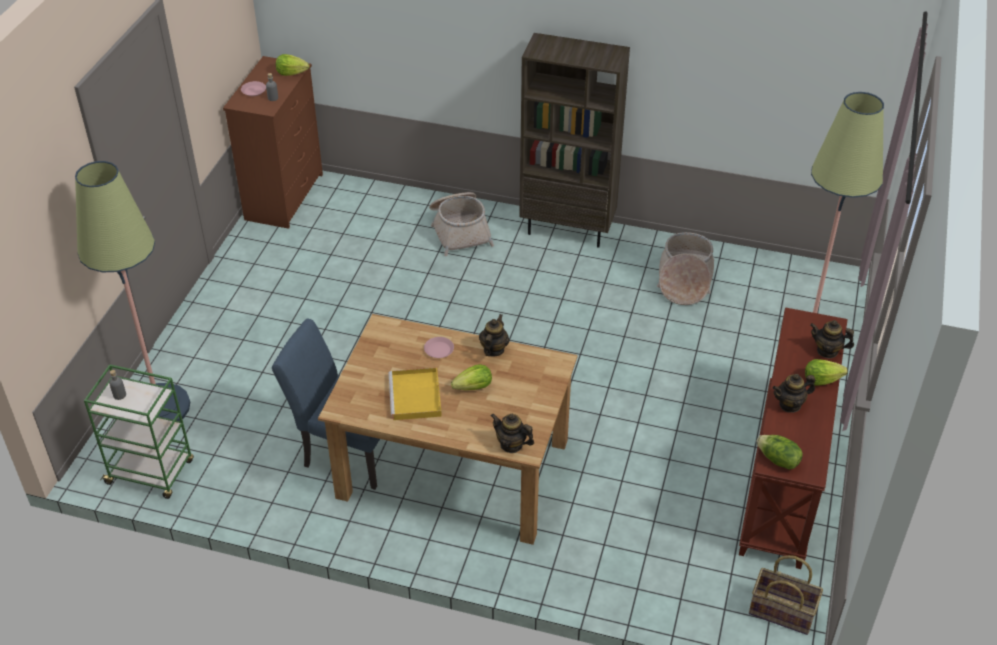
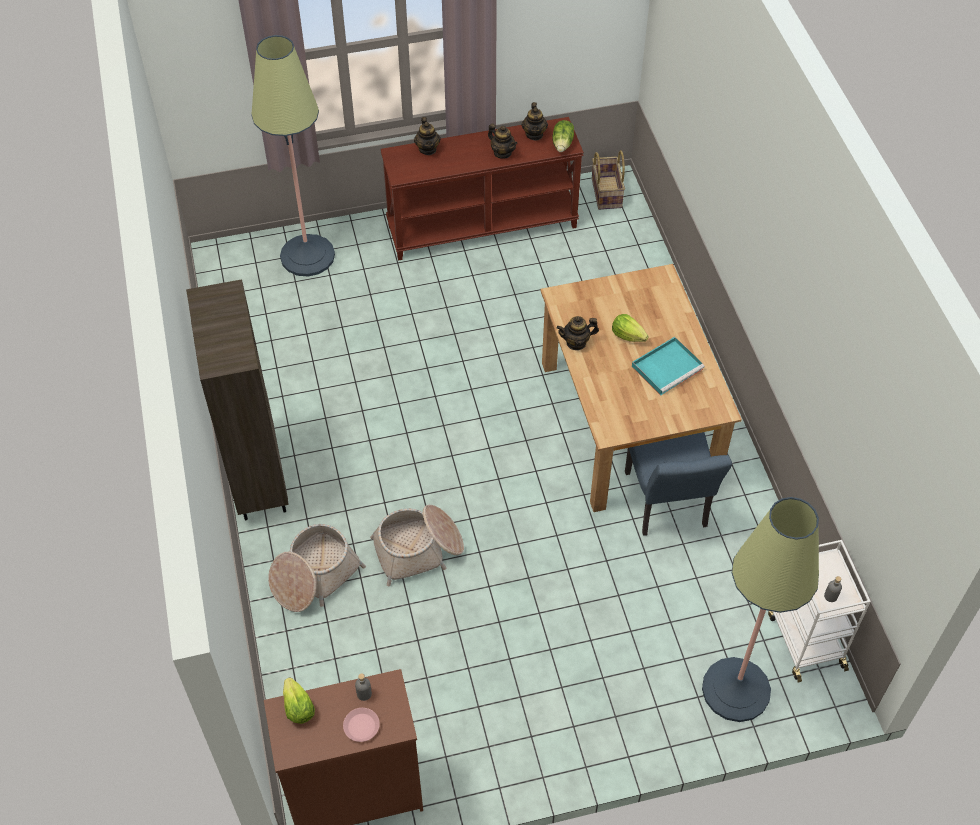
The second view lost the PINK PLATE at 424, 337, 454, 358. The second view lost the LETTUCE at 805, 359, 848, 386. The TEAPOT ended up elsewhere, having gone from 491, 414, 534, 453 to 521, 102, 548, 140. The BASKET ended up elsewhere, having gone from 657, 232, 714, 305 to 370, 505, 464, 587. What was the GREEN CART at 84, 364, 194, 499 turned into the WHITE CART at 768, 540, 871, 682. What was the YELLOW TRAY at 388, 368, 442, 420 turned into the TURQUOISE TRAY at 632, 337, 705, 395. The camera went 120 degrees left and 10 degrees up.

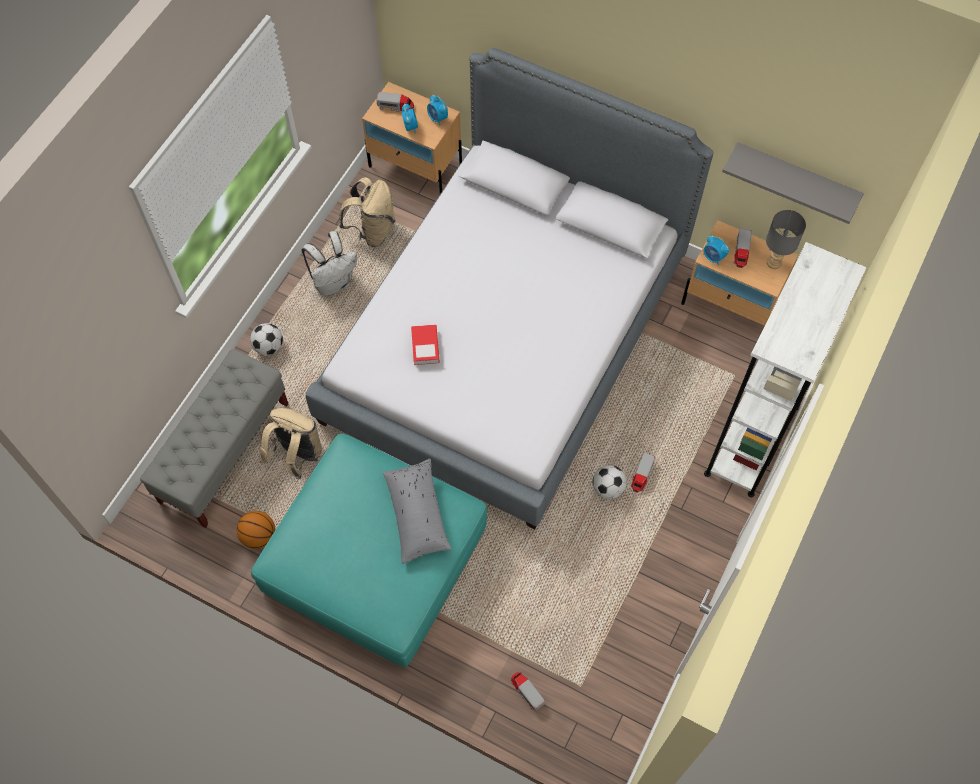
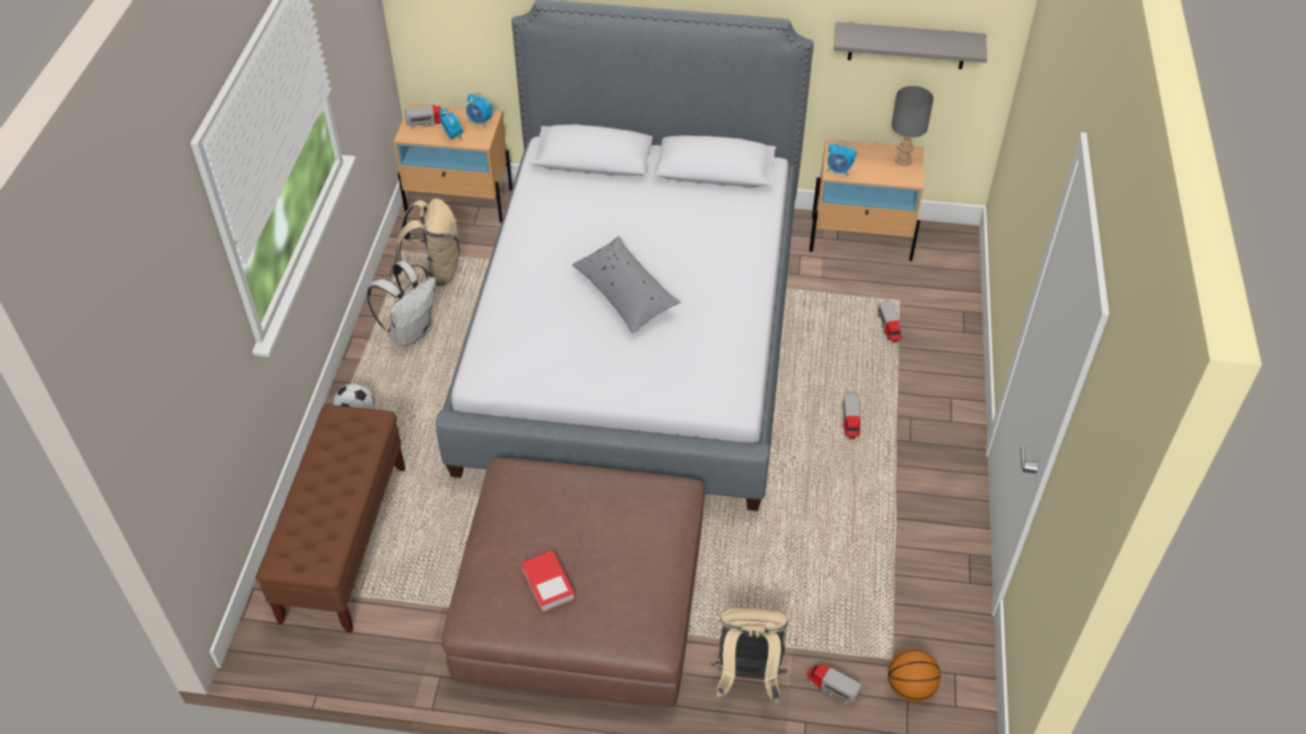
The second view lost the FOOTBALL at 592, 465, 627, 499. The second view lost the WHITE BOOKCASE at 704, 242, 867, 497. The BASKETBALL ended up elsewhere, having gone from 237, 511, 275, 549 to 888, 649, 941, 702. The BEIGE BACKPACK ended up elsewhere, having gone from 260, 408, 322, 480 to 711, 608, 788, 704. The GREY PILLOW ended up elsewhere, having gone from 383, 458, 452, 564 to 572, 236, 681, 333. The BOOK ended up elsewhere, having gone from 411, 325, 440, 365 to 521, 551, 575, 612. The TOY TRUCK ended up elsewhere, having gone from 734, 228, 752, 268 to 877, 301, 902, 343. What was the GREY BENCH at 140, 349, 288, 528 turned into the BROWN BENCH at 256, 405, 405, 633. What was the TURQUOISE OTTOMAN at 251, 434, 487, 667 turned into the BROWN OTTOMAN at 442, 458, 704, 707. The camera went 20 degrees left and 15 degrees down.

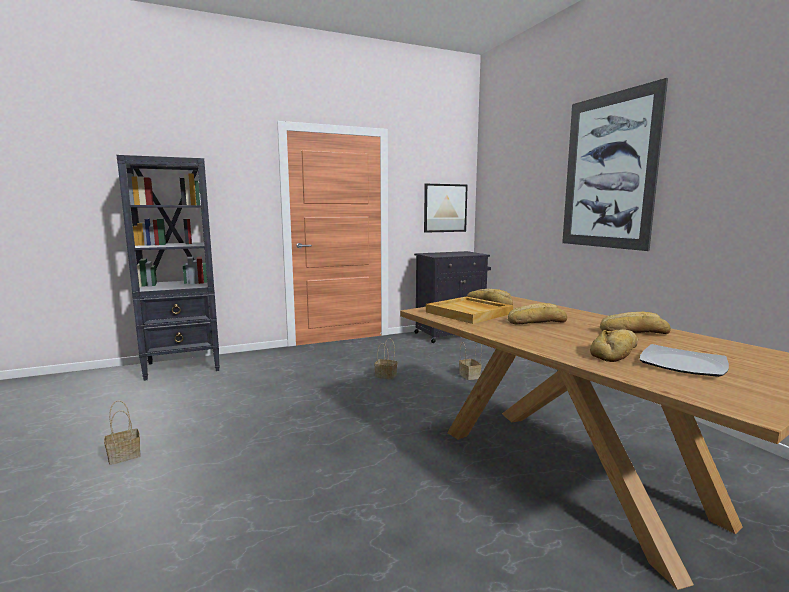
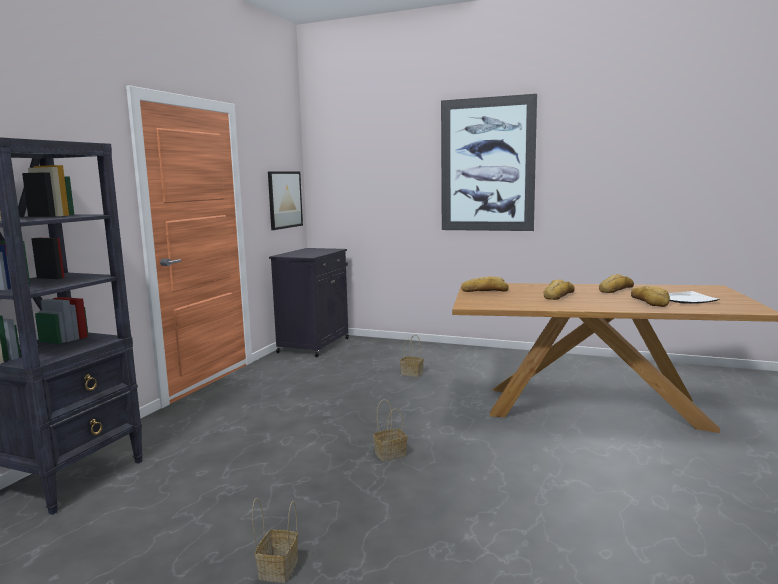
The second view lost the BEIGE TRAY at 426, 297, 513, 324. The BASKET ended up elsewhere, having gone from 374, 338, 398, 380 to 373, 399, 407, 461. The camera went 45 degrees left and 0 degrees up.

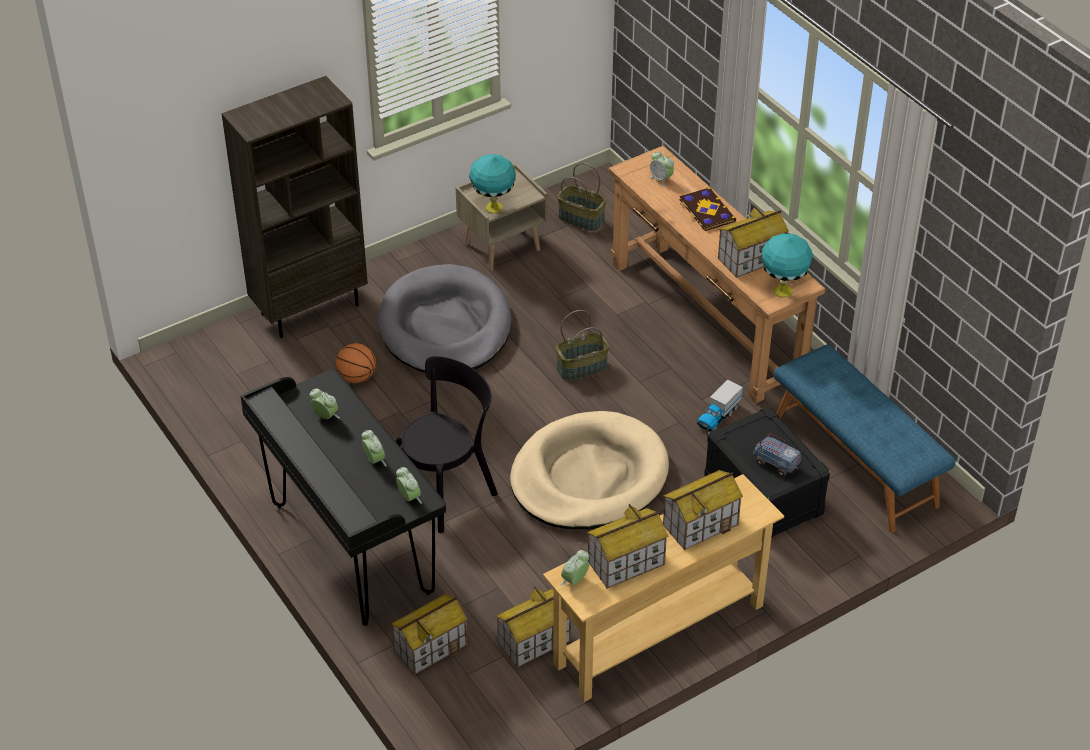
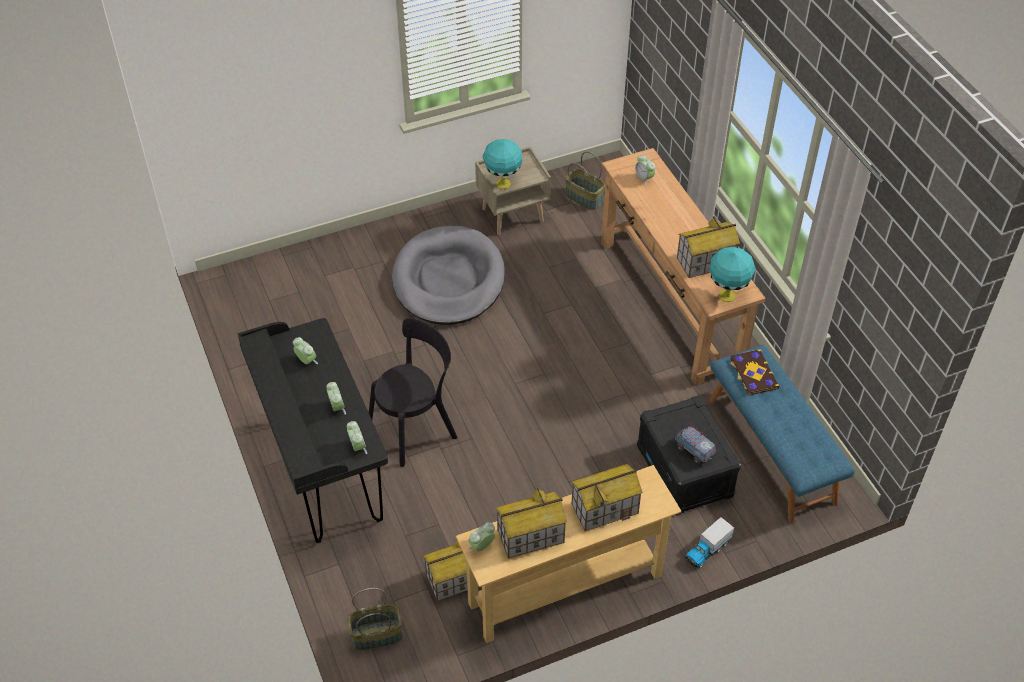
The second view lost the BROWN BOOKCASE at 221, 76, 368, 338. The second view lost the BASKETBALL at 336, 343, 376, 383. The second view lost the TOY HOUSE at 391, 594, 468, 675. The second view lost the BEIGE DOG BED at 510, 411, 669, 530. The BASKET ended up elsewhere, having gone from 556, 310, 609, 381 to 347, 588, 403, 650. The BOOK ended up elsewhere, having gone from 680, 187, 736, 231 to 730, 349, 780, 395. The TOY TRUCK ended up elsewhere, having gone from 697, 380, 743, 431 to 685, 517, 734, 568. The camera went 10 degrees right and 5 degrees up.

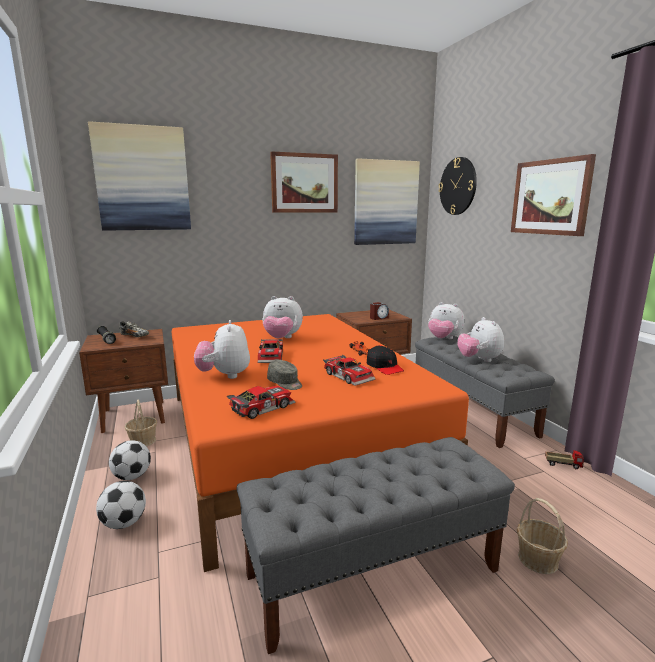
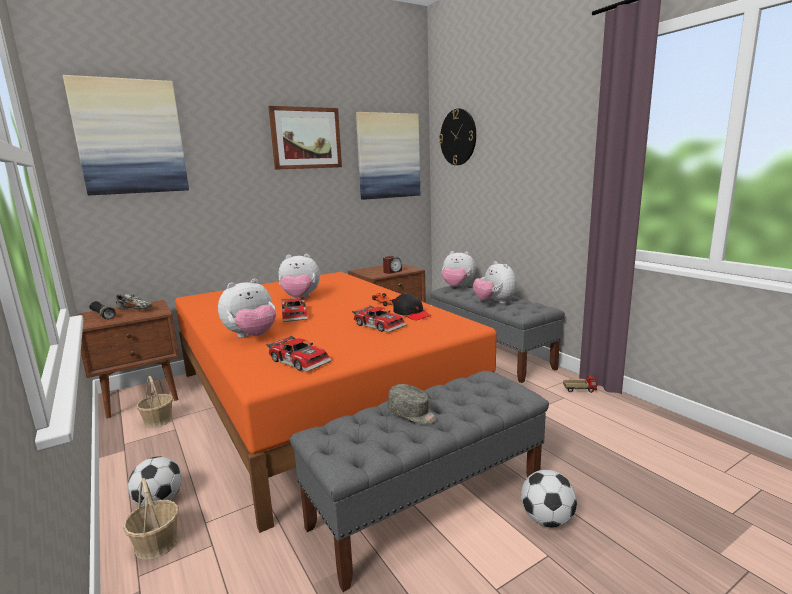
The second view lost the PICTURE at 511, 154, 596, 236. The FOOTBALL ended up elsewhere, having gone from 109, 440, 151, 480 to 521, 470, 577, 527. The GREY CAP ended up elsewhere, having gone from 267, 360, 302, 390 to 388, 384, 437, 424. The BASKET ended up elsewhere, having gone from 517, 498, 568, 574 to 123, 478, 179, 560. The PLUSH TOY at 194, 320, 250, 379 ended up facing another way, 105 degrees counterclockwise from before. The TOY CAR at 227, 386, 295, 419 ended up facing another way, 90 degrees clockwise from before. The camera went 10 degrees left and 0 degrees up.

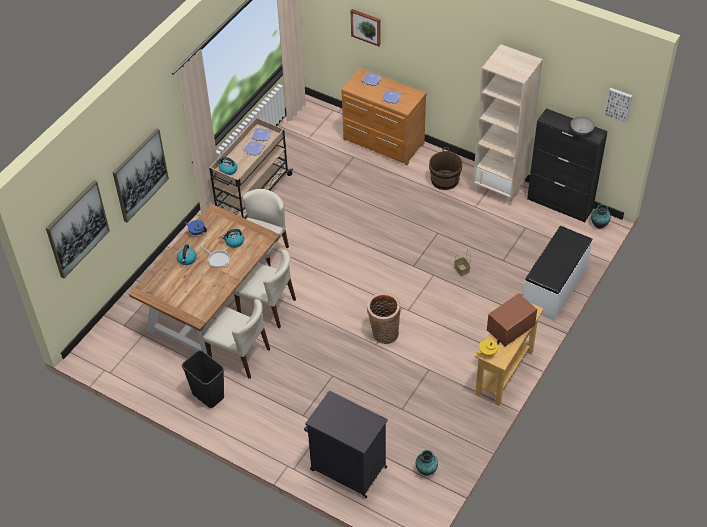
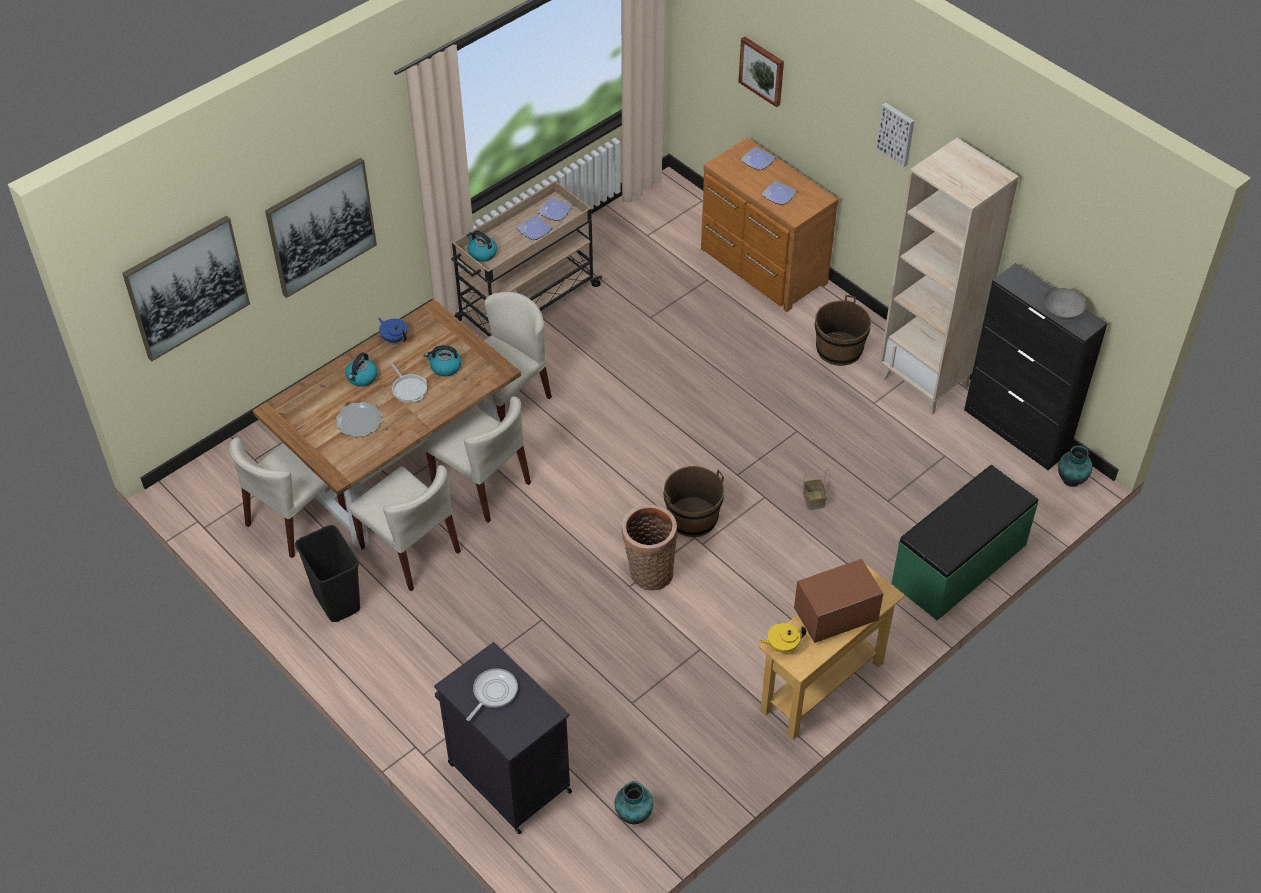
The second view gained the BEIGE CHAIR at 229, 437, 346, 558. The second view gained the PLATE at 336, 402, 382, 437. The second view gained the FRYING PAN at 466, 668, 518, 721. The second view gained the BROWN BUCKET at 663, 466, 724, 537. The PICTURE ended up elsewhere, having gone from 604, 88, 632, 124 to 876, 103, 914, 167. What was the WHITE BENCH at 523, 226, 593, 320 turned into the GREEN BENCH at 891, 465, 1039, 621. The camera went 15 degrees right and 0 degrees up.

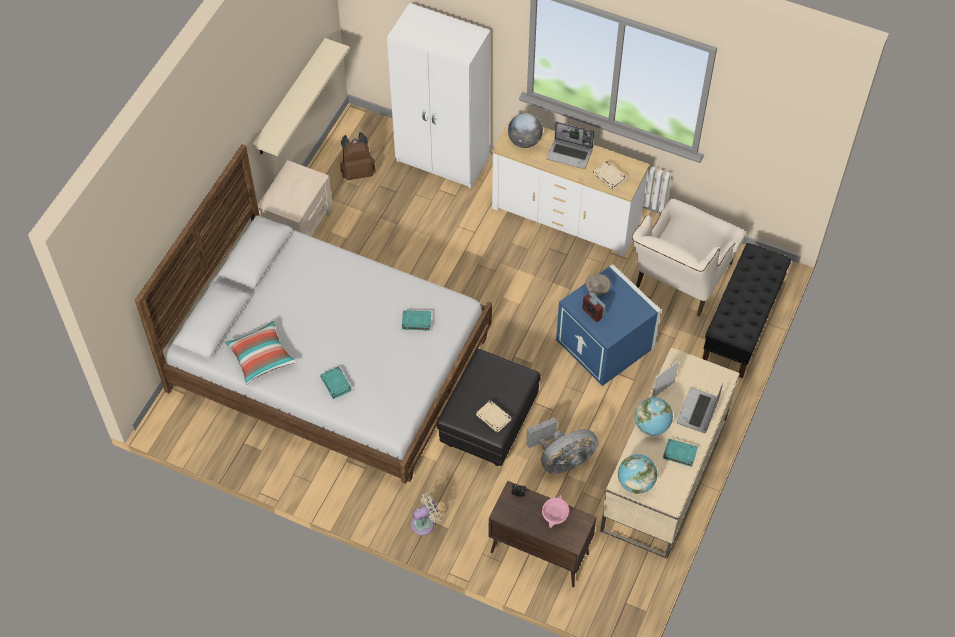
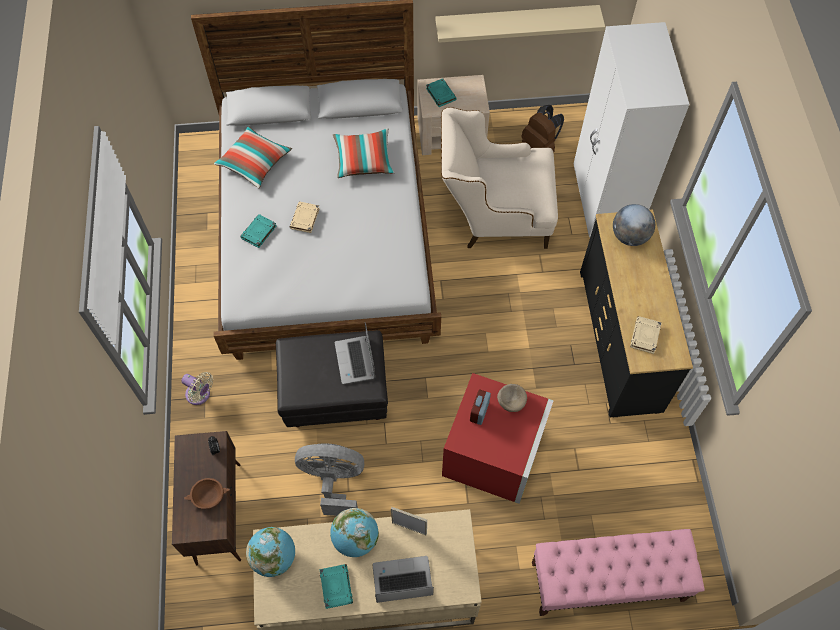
The second view gained the PILLOW at 333, 128, 395, 178. The TURQUOISE BOOK ended up elsewhere, having gone from 402, 310, 431, 331 to 426, 78, 457, 107. The BEIGE BOOK ended up elsewhere, having gone from 476, 400, 511, 433 to 290, 201, 320, 233. The LAPTOP ended up elsewhere, having gone from 547, 122, 595, 169 to 335, 322, 375, 384. The BEIGE ARMCHAIR ended up elsewhere, having gone from 632, 199, 745, 317 to 441, 107, 558, 249. What was the WHITE DRESSER at 492, 116, 650, 256 turned into the BLACK DRESSER at 580, 209, 693, 417. What was the PINK BOWL at 542, 495, 569, 528 turned into the BROWN BOWL at 184, 478, 230, 509. What was the BLUE STORAGE BOX at 556, 264, 661, 386 turned into the RED STORAGE BOX at 442, 373, 554, 504. What was the BLACK BENCH at 702, 243, 791, 378 turned into the PINK BENCH at 532, 529, 705, 616. The GREY FAN at 526, 417, 599, 474 ended up facing another way, 150 degrees clockwise from before. The camera went 60 degrees right and 5 degrees up.

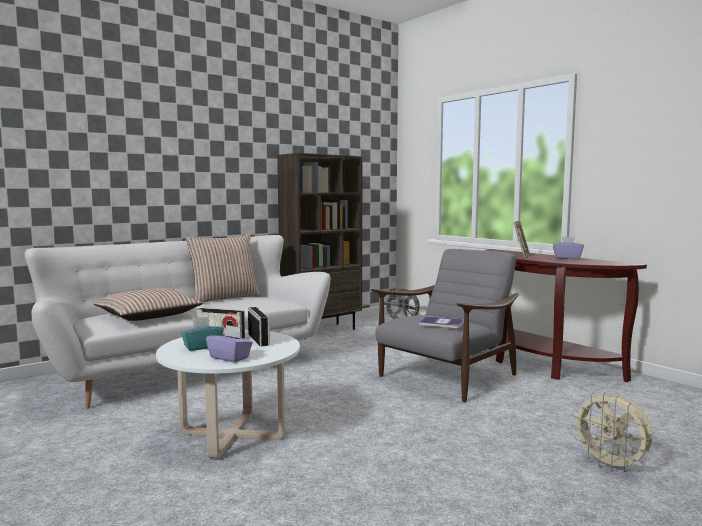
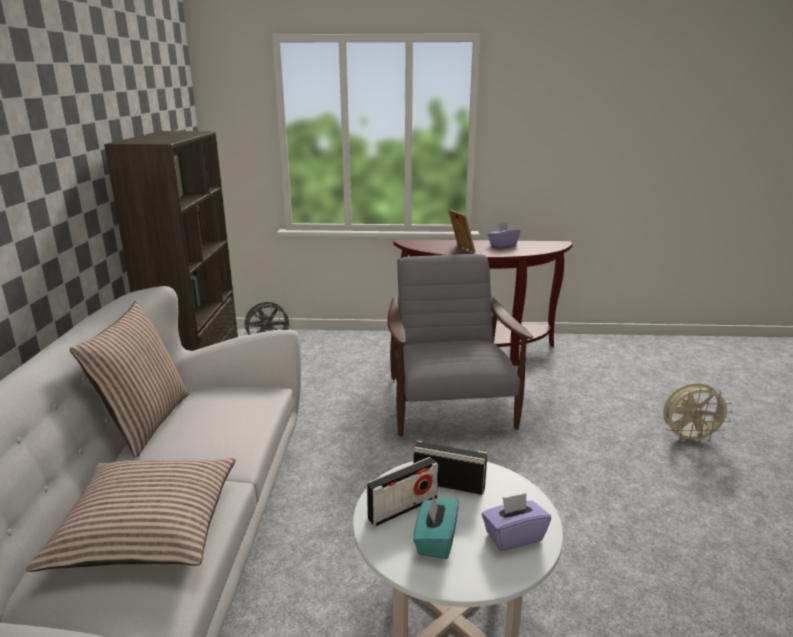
The second view lost the BOOK at 419, 316, 464, 328. The camera went 50 degrees left and 15 degrees up.

